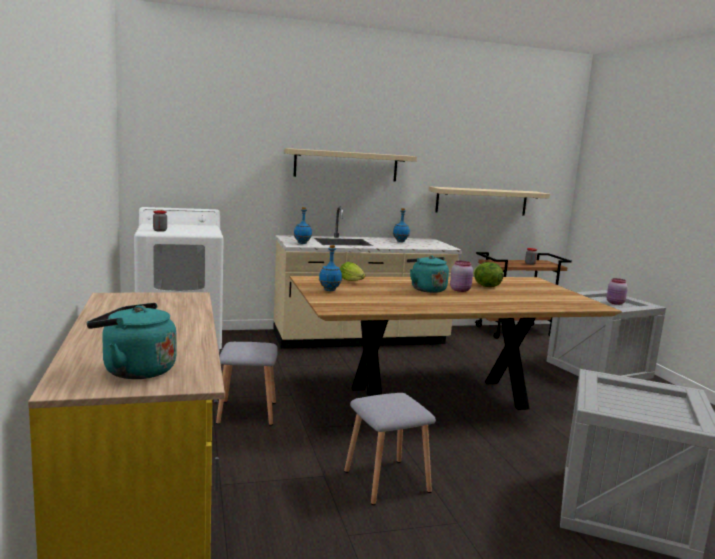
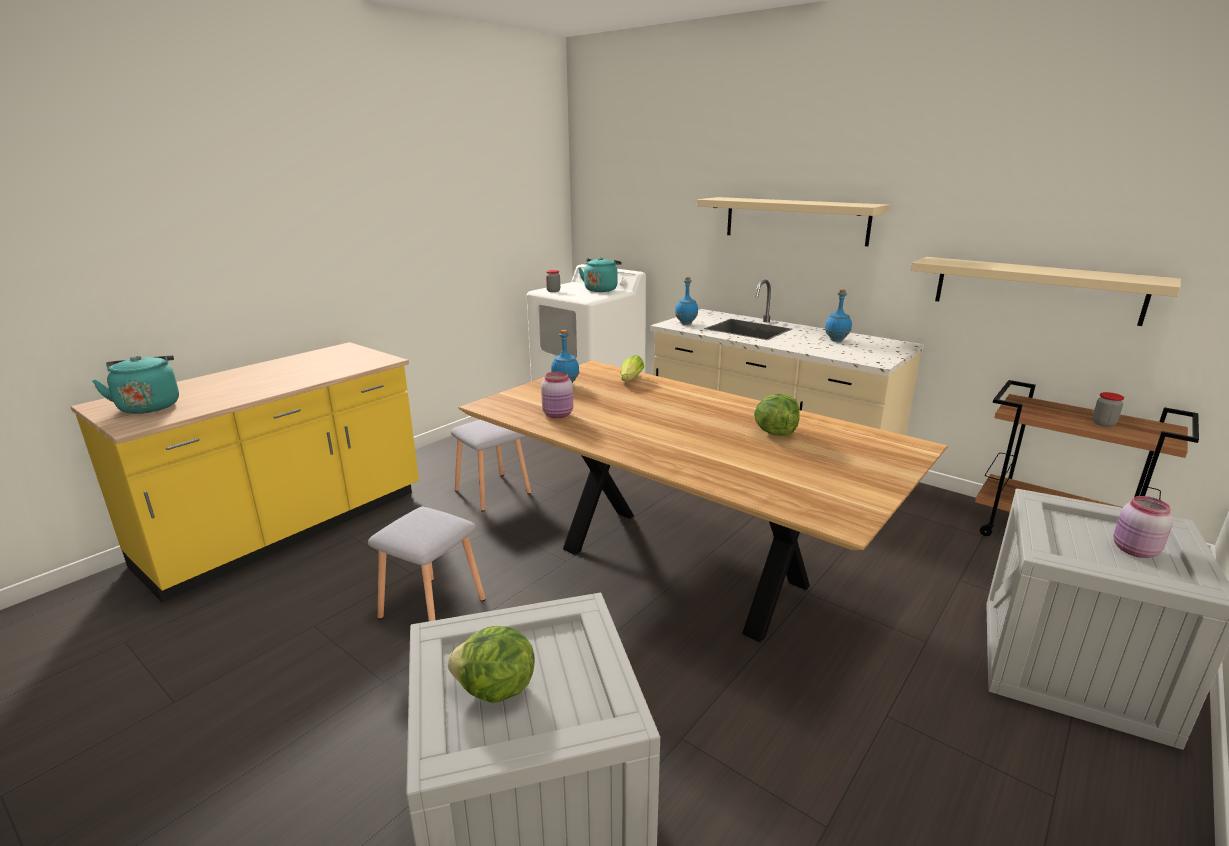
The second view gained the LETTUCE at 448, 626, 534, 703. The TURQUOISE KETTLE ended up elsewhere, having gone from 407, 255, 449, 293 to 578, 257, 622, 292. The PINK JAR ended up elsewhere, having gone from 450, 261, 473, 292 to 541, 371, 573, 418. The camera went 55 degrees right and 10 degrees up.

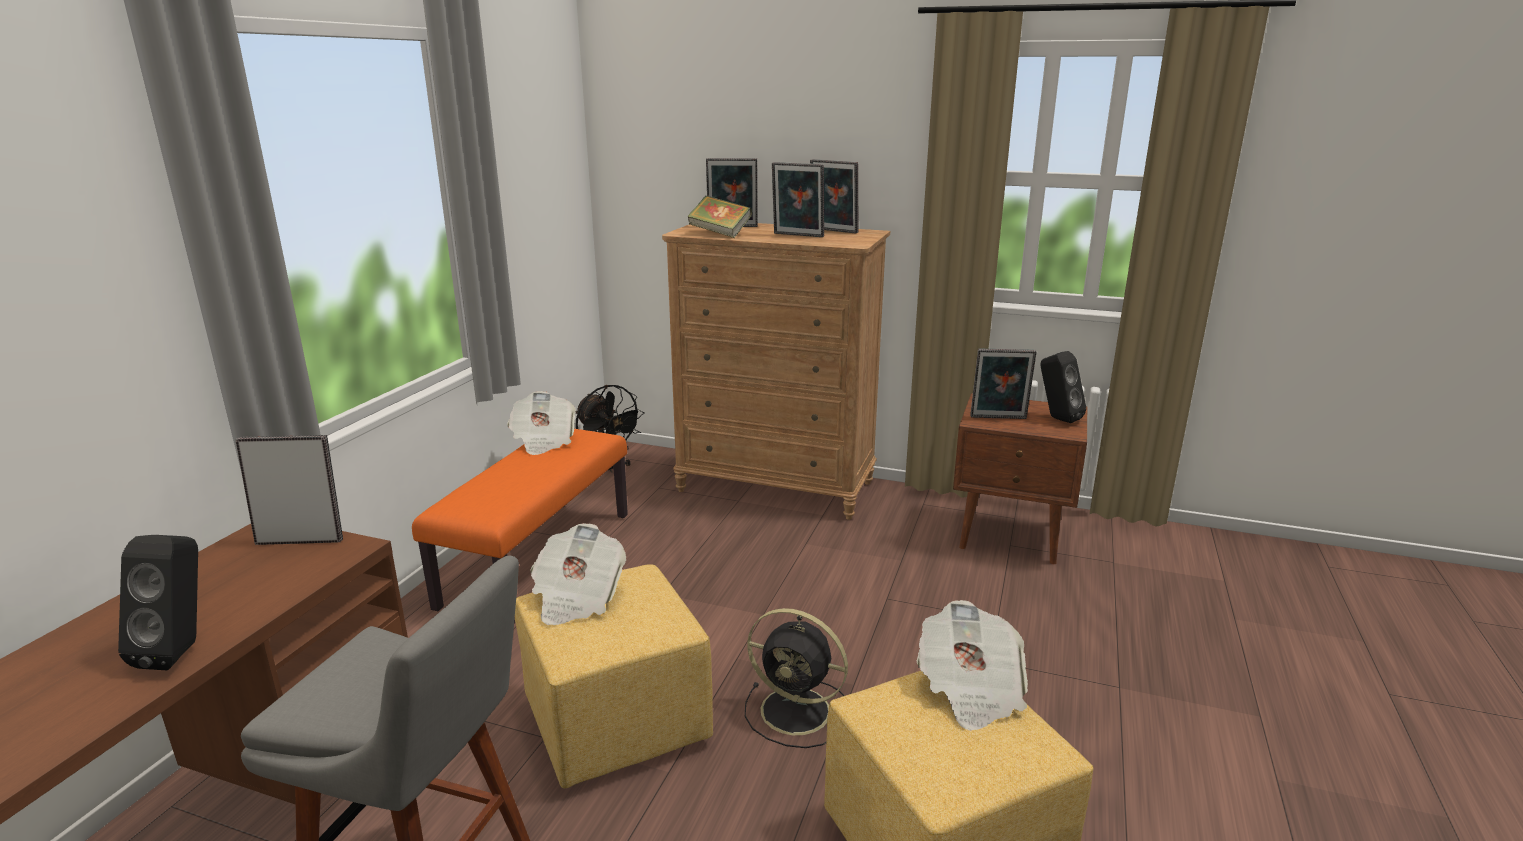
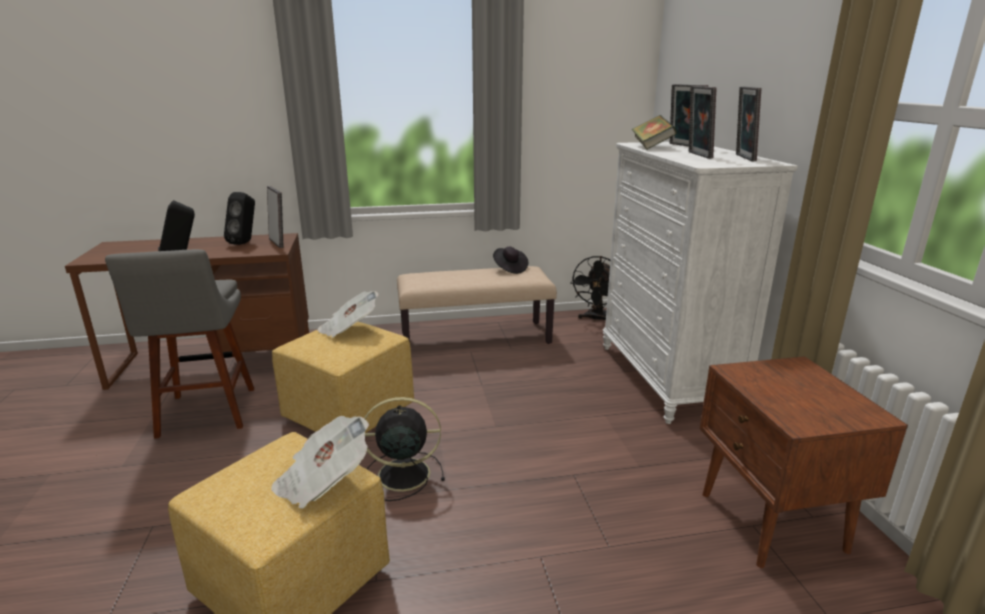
The second view lost the PICTURE FRAME at 970, 349, 1037, 419. The BLACK SPEAKER ended up elsewhere, having gone from 1040, 351, 1086, 423 to 224, 192, 255, 245. Where the NEWSPAPER stood at 507, 391, 576, 455, the BLACK HAT came to stand at 493, 247, 528, 274. What was the ORANGE BENCH at 412, 429, 628, 624 turned into the BEIGE BENCH at 397, 266, 557, 344. What was the BROWN DRESSER at 662, 223, 890, 520 turned into the WHITE DRESSER at 603, 142, 798, 424. The BLACK FAN at 745, 608, 848, 748 ended up facing another way, 90 degrees clockwise from before. The camera went 60 degrees right and 0 degrees up.

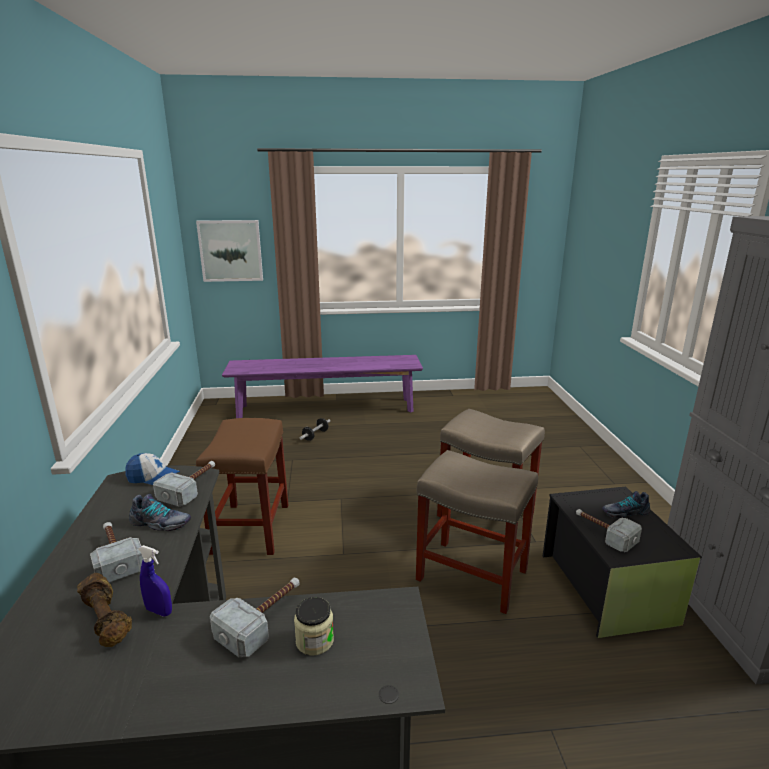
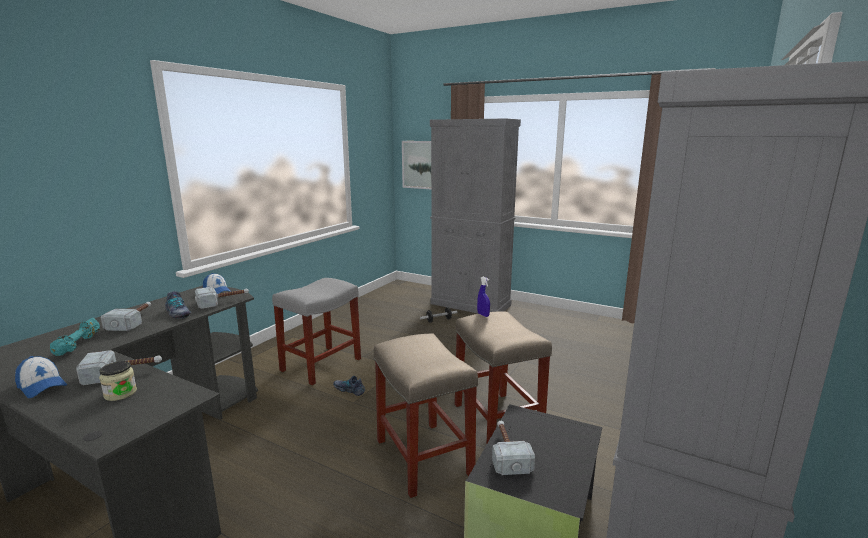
The second view gained the CAP at 15, 356, 67, 398. The BLUE SPRAY BOTTLE ended up elsewhere, having gone from 138, 545, 172, 617 to 477, 277, 490, 317. The SHOE ended up elsewhere, having gone from 602, 491, 650, 518 to 333, 376, 365, 396. Where the PURPLE BENCH stood at 222, 355, 423, 418, the GREY CABINET came to stand at 430, 118, 521, 314. What was the BROWN DUMBBELL at 77, 573, 132, 647 turned into the TURQUOISE DUMBBELL at 50, 318, 100, 356. What was the BROWN STOOL at 196, 418, 288, 555 turned into the GREY STOOL at 272, 278, 361, 385. The camera went 35 degrees right and 5 degrees down.

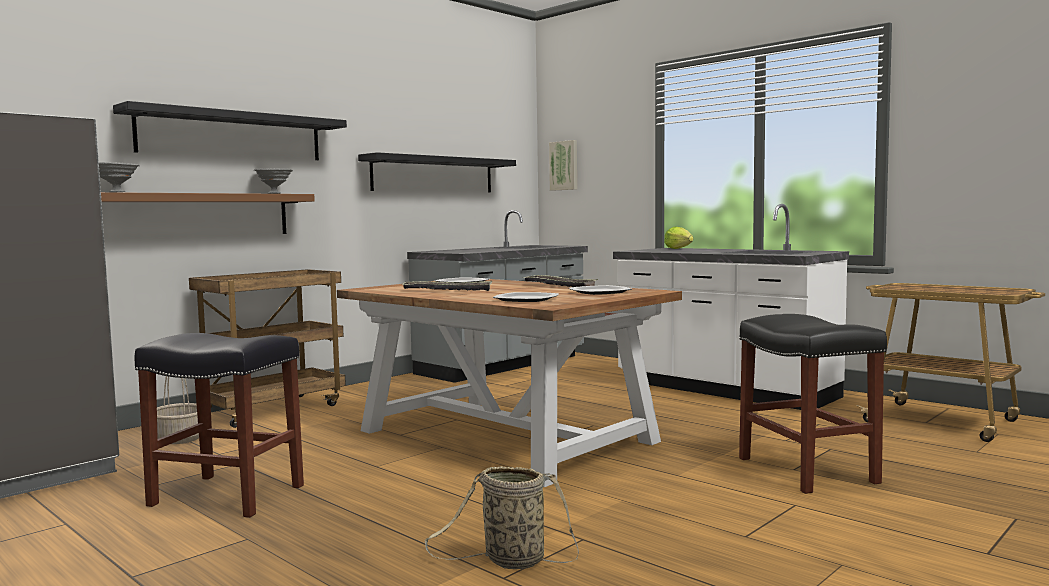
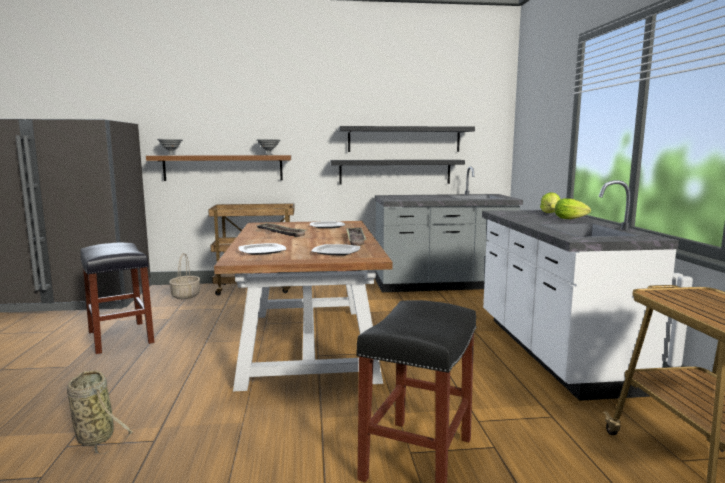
The second view lost the PICTURE at 549, 140, 577, 191. The second view gained the LETTUCE at 555, 198, 591, 219. The BLACK SHELF ended up elsewhere, having gone from 113, 101, 347, 160 to 330, 160, 465, 185. The camera went 40 degrees right and 5 degrees up.

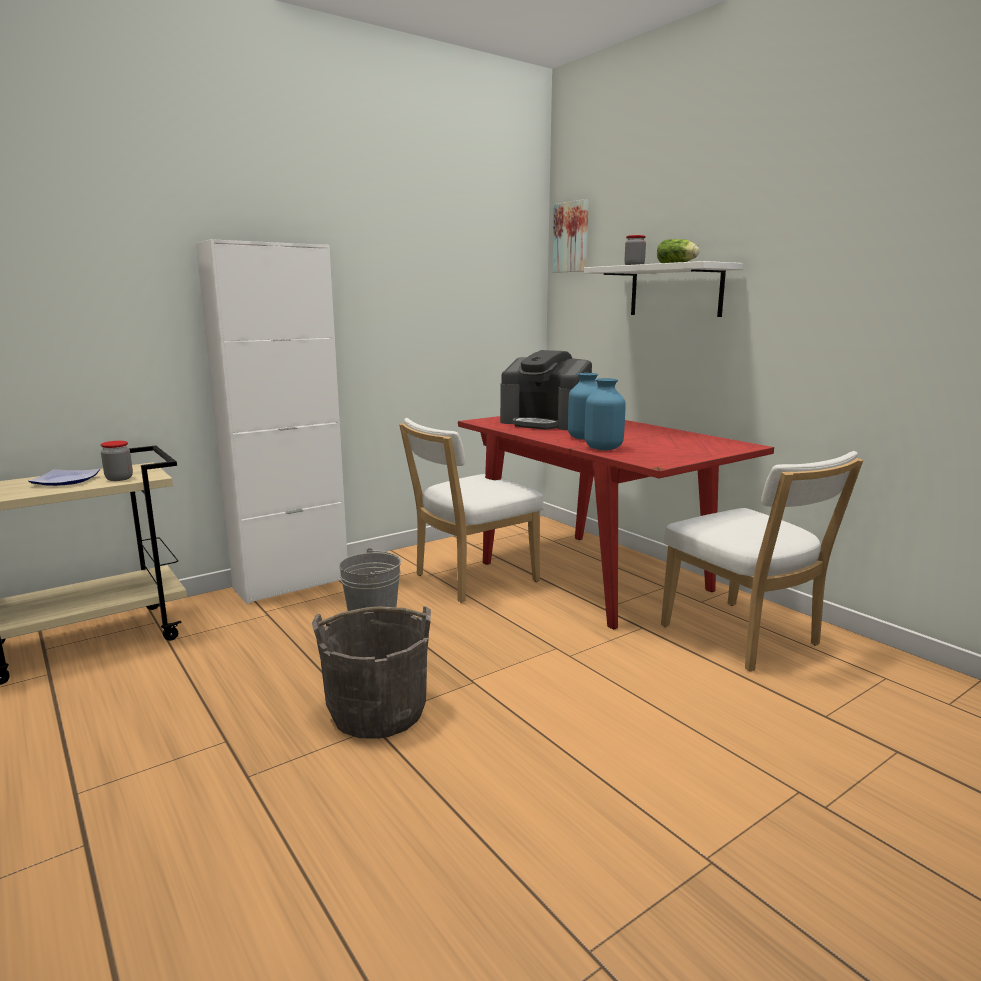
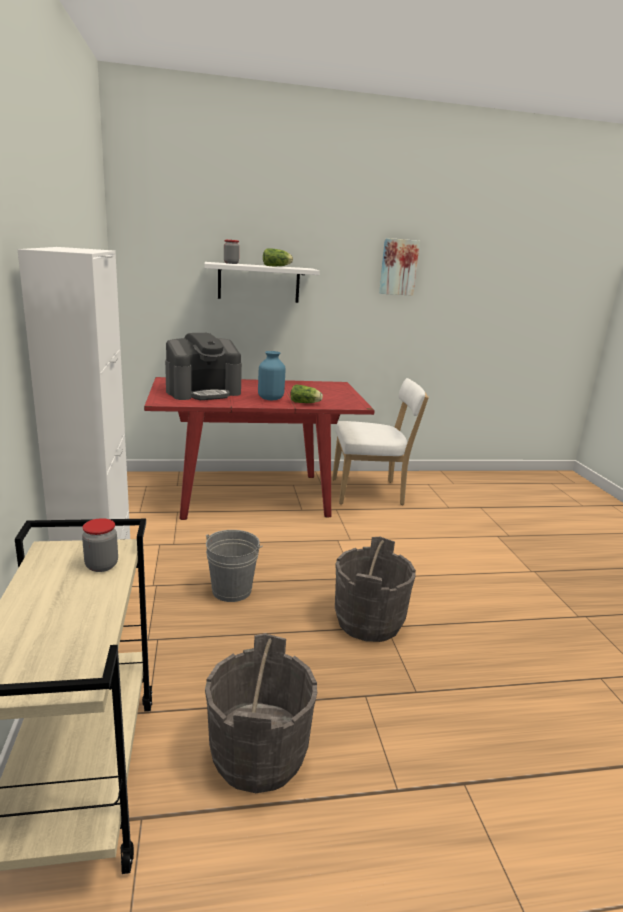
The second view lost the PLATE at 28, 469, 100, 486. The second view lost the WHITE CHAIR at 399, 418, 544, 603. The second view gained the GREY BUCKET at 205, 633, 317, 793. The PICTURE ended up elsewhere, having gone from 552, 199, 589, 273 to 379, 238, 420, 296. Where the BLUE VASE stood at 585, 378, 626, 450, the LETTUCE came to stand at 290, 385, 323, 403. The camera went 65 degrees left and 5 degrees up.

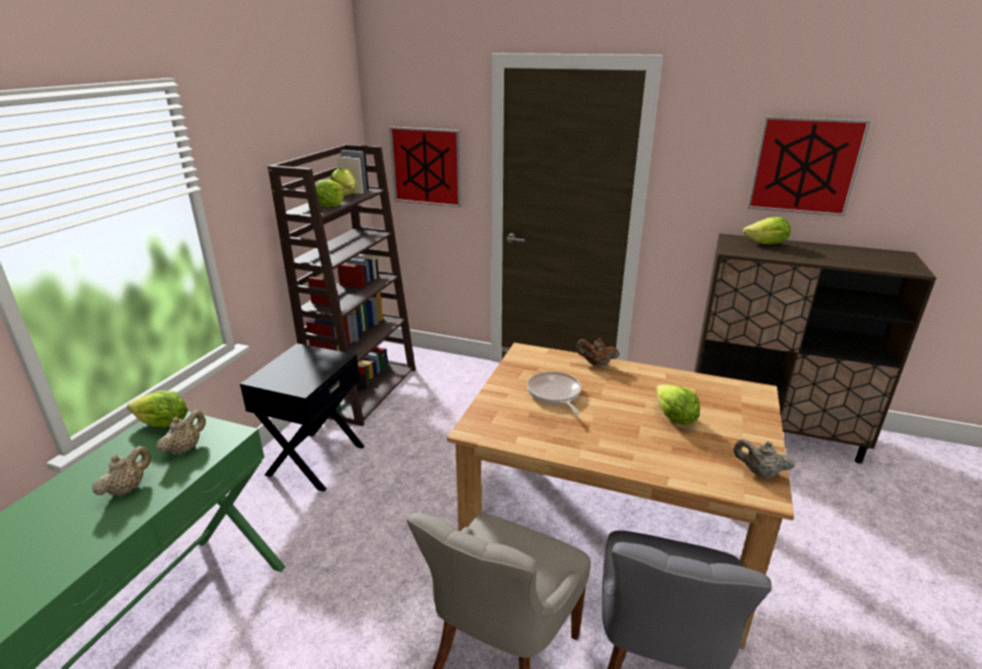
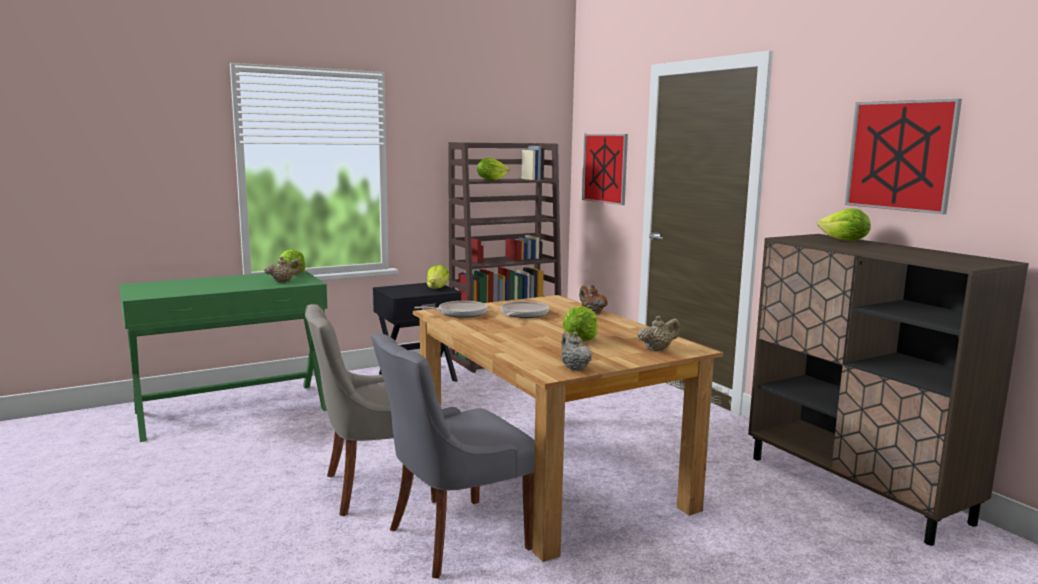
The second view gained the FRYING PAN at 414, 301, 488, 318. The BEIGE TEAPOT ended up elsewhere, having gone from 92, 446, 151, 497 to 637, 316, 680, 351. The LETTUCE ended up elsewhere, having gone from 331, 168, 357, 196 to 427, 265, 450, 289. The camera went 40 degrees right and 15 degrees down.

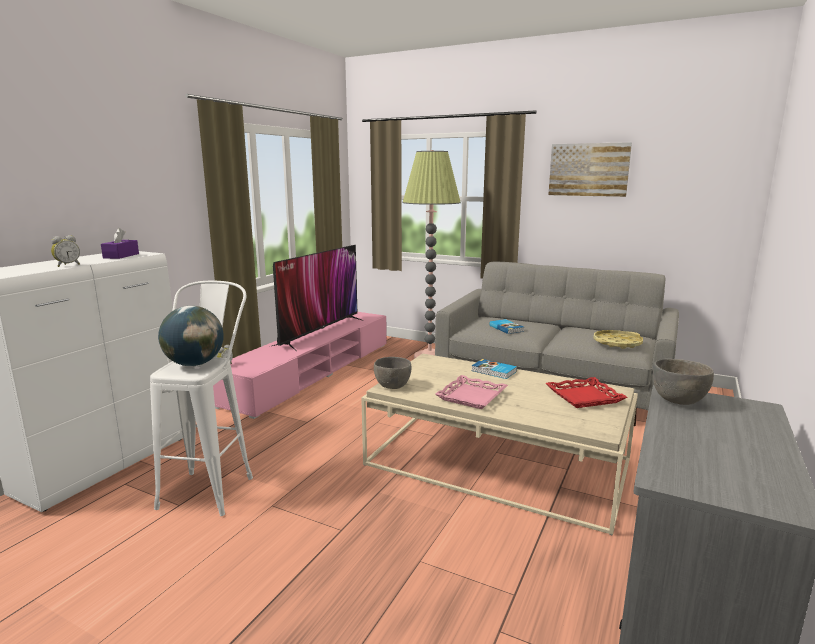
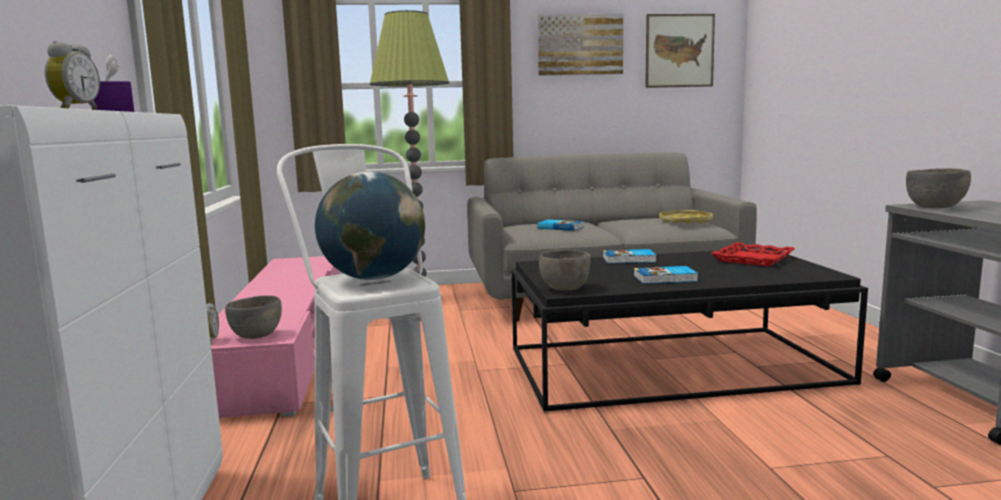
The second view lost the TELEVISION at 272, 245, 364, 351. The second view gained the GREY BOWL at 225, 295, 282, 339. The second view gained the PICTURE at 645, 14, 715, 88. Where the PINK TRAY stood at 435, 375, 508, 409, the BOOK came to stand at 634, 266, 698, 284. What was the BEIGE COFFEE TABLE at 361, 354, 638, 536 turned into the BLACK COFFEE TABLE at 511, 248, 868, 412. The camera went 35 degrees left and 5 degrees down.

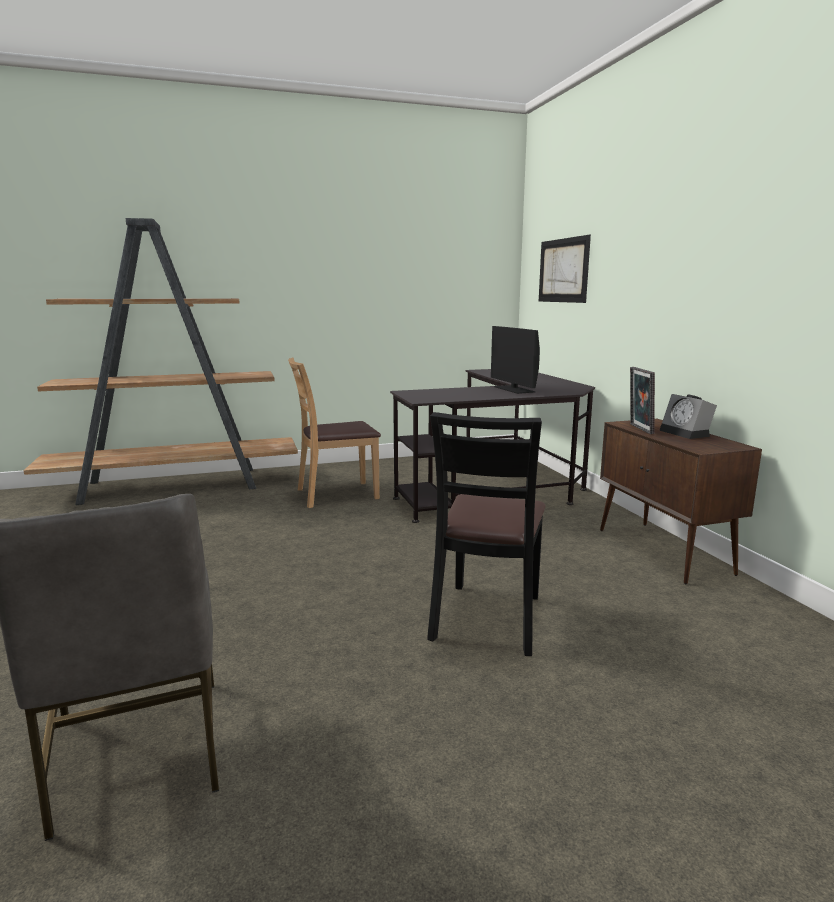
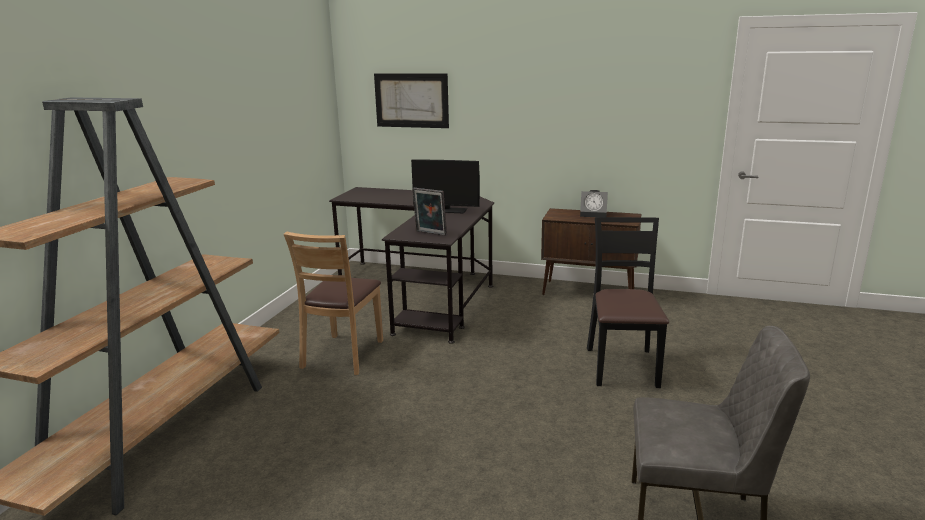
The PICTURE FRAME ended up elsewhere, having gone from 630, 367, 655, 434 to 412, 188, 447, 236. The BLACK CHAIR at 427, 412, 546, 656 ended up facing another way, 135 degrees counterclockwise from before. The camera went 55 degrees left and 5 degrees up.

